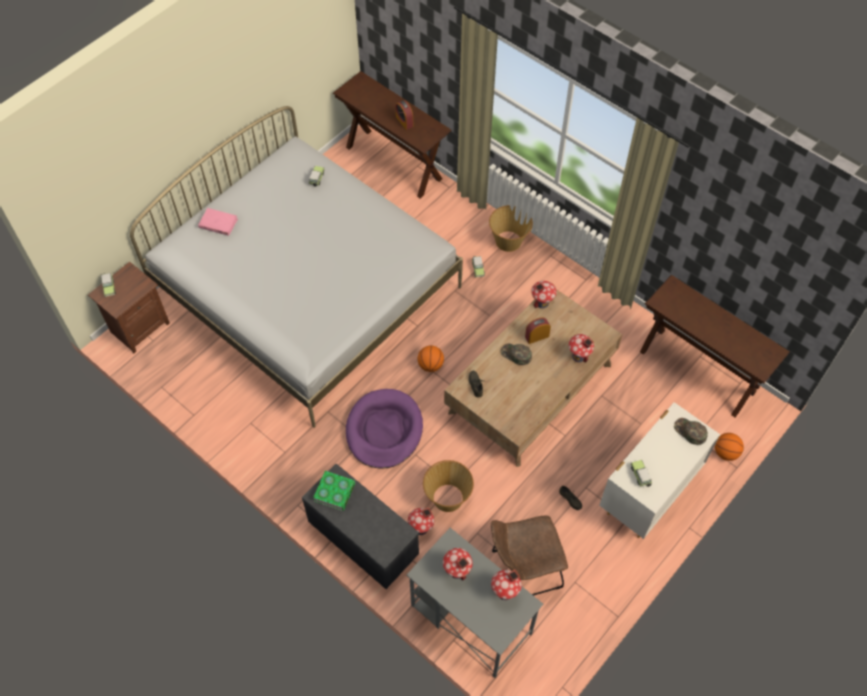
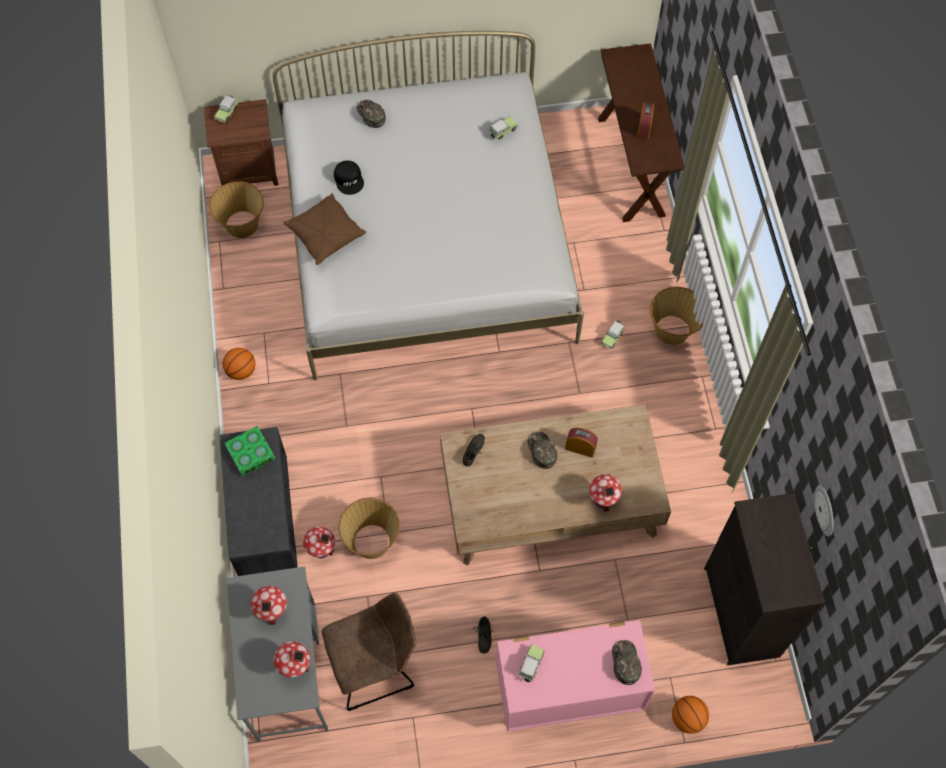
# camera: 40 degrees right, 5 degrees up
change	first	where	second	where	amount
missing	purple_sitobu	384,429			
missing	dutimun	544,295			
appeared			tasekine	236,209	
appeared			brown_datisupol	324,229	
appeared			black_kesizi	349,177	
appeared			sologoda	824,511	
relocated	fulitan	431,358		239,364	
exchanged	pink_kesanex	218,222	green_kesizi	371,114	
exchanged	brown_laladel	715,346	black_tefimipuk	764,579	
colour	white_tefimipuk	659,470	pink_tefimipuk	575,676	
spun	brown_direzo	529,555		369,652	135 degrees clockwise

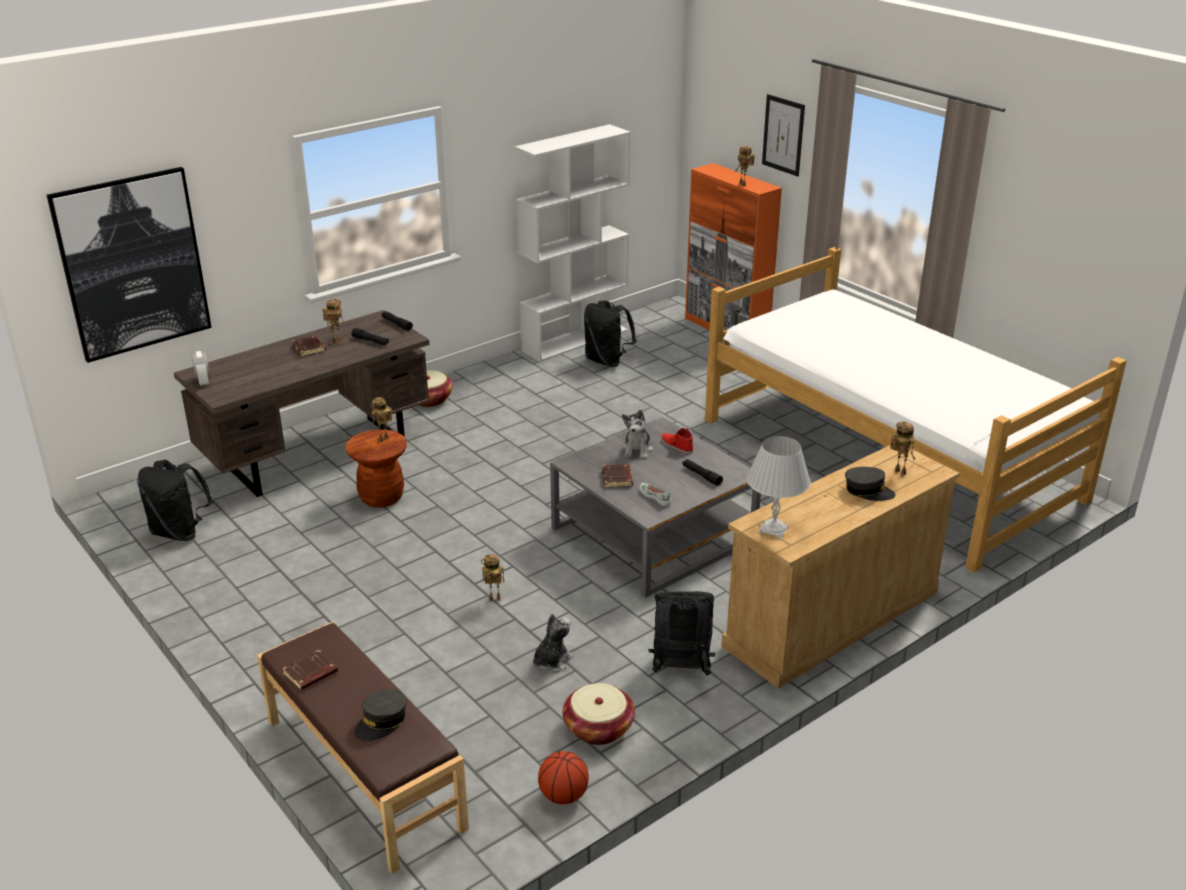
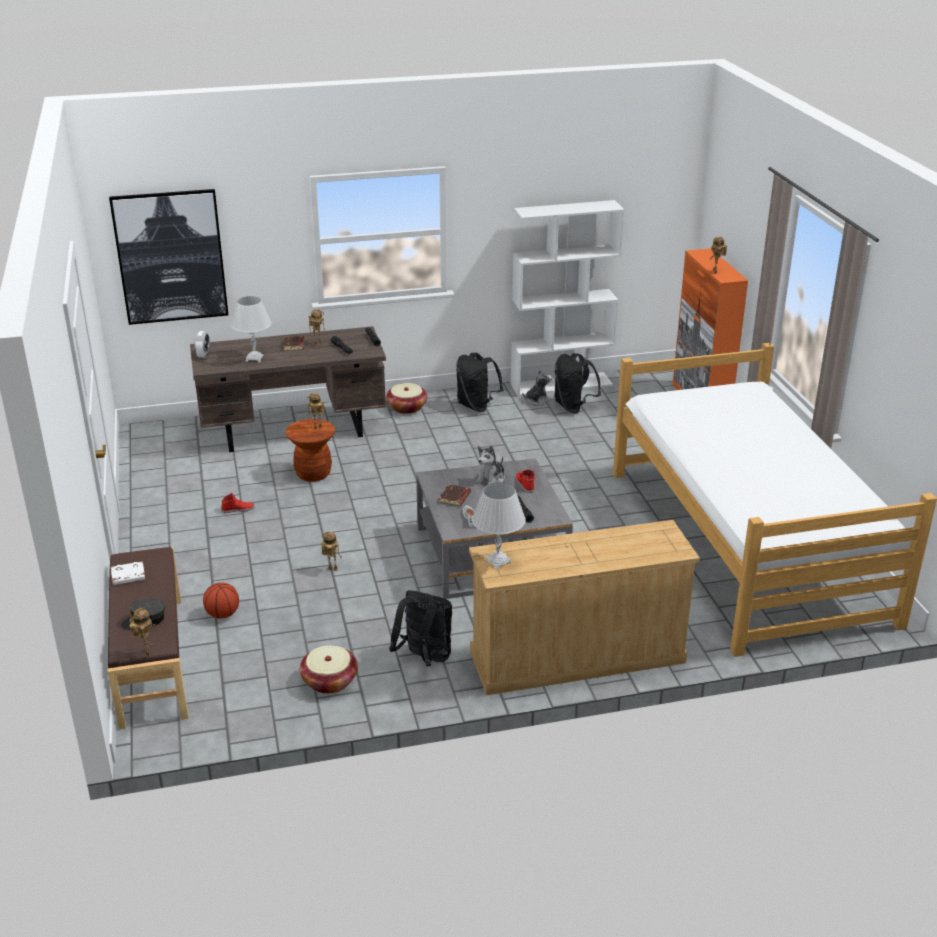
# camera: 25 degrees right, 0 degrees up
change	first	where	second	where	amount
missing	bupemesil	783,135			
missing	grey_kesizi	870,484			
appeared			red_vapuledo	238,503	
appeared			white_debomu	251,329	
relocated	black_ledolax	175,500		480,382	
relocated	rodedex	553,643		537,387	
relocated	fulitan	563,777		221,600	
relocated	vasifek	902,449		141,632	
colour	brown_kesanex	310,670	white_kesanex	128,573	

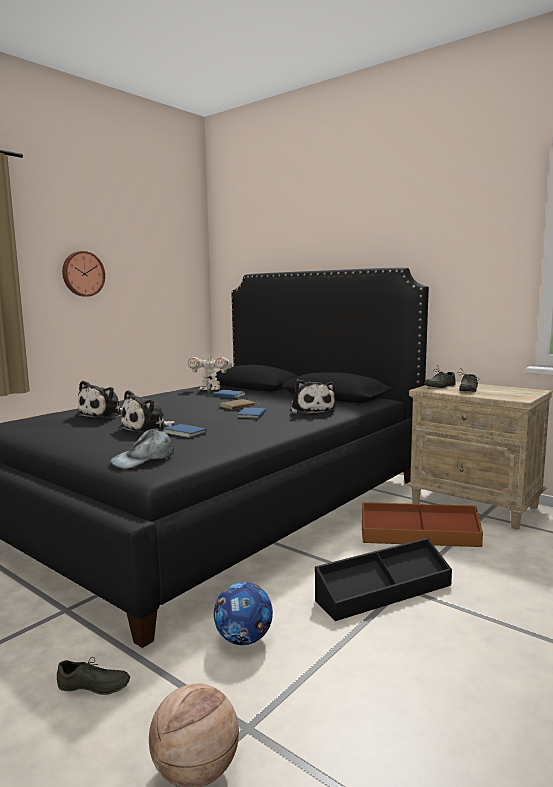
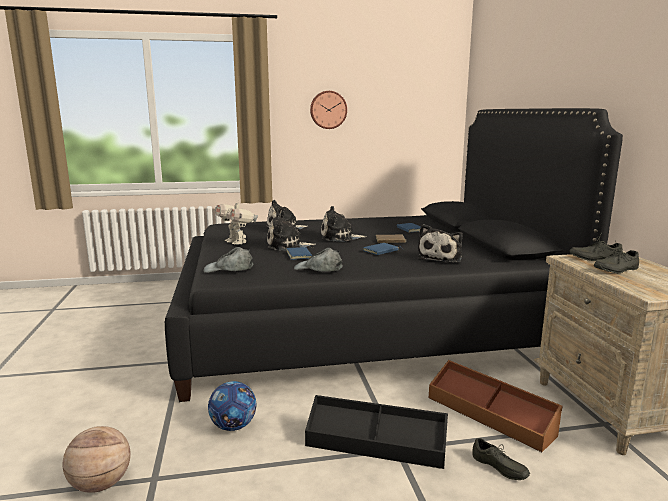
# camera: 40 degrees right, 5 degrees up
change	first	where	second	where	amount
appeared			grey_kesizi	318,260	
appeared			rodedex	344,223	
relocated	grey_vapuledo	93,676		501,459	
relocated	vasifek	210,371		236,222	

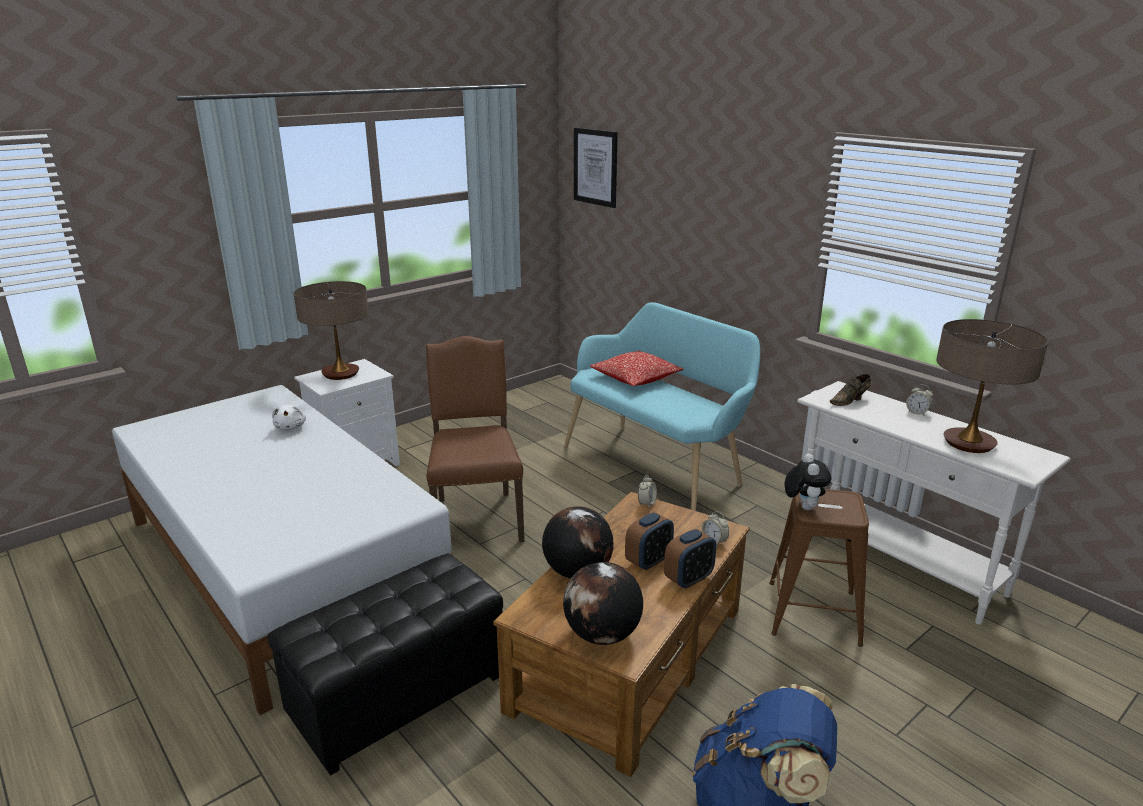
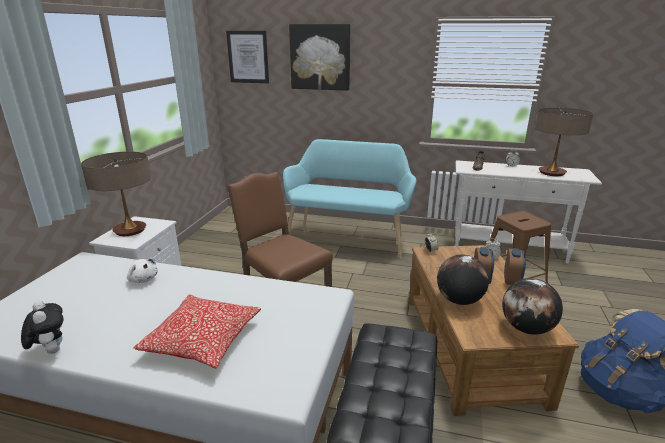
# camera: 35 degrees left, 0 degrees up
change	first	where	second	where	amount
appeared			bupemesil	320,57	
relocated	datisupol	637,368		197,331	
relocated	rodedex	808,481		42,327	

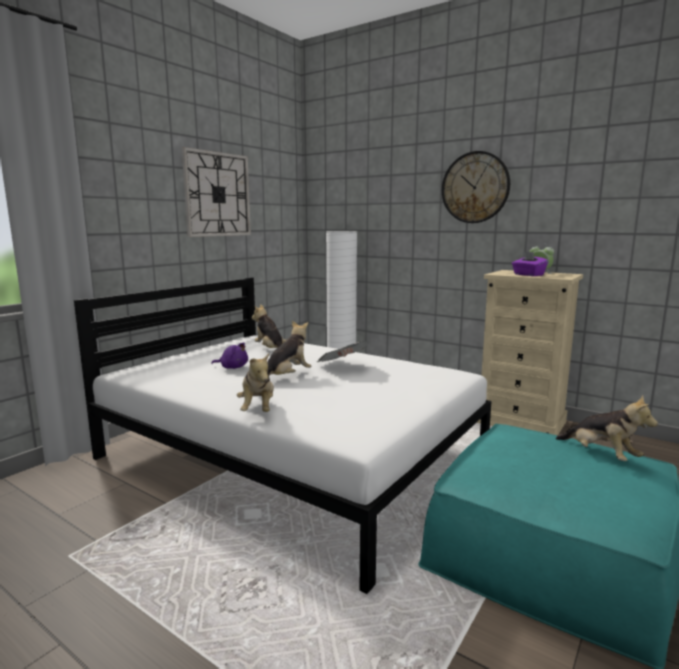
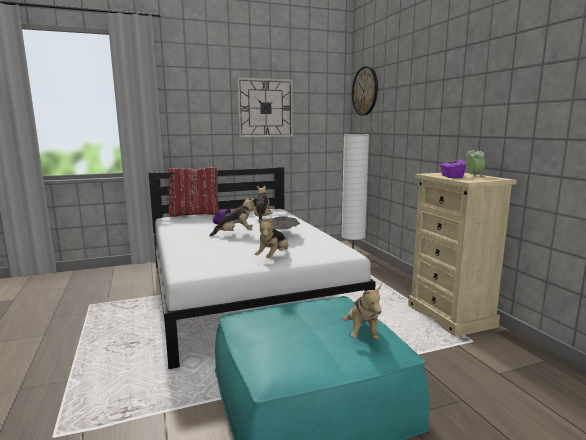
# camera: 35 degrees right, 0 degrees up
change	first	where	second	where	amount
appeared			red_datisupol	193,192	
relocated	rodedex	255,382		271,238	
relocated	sologoda	476,187		365,91	

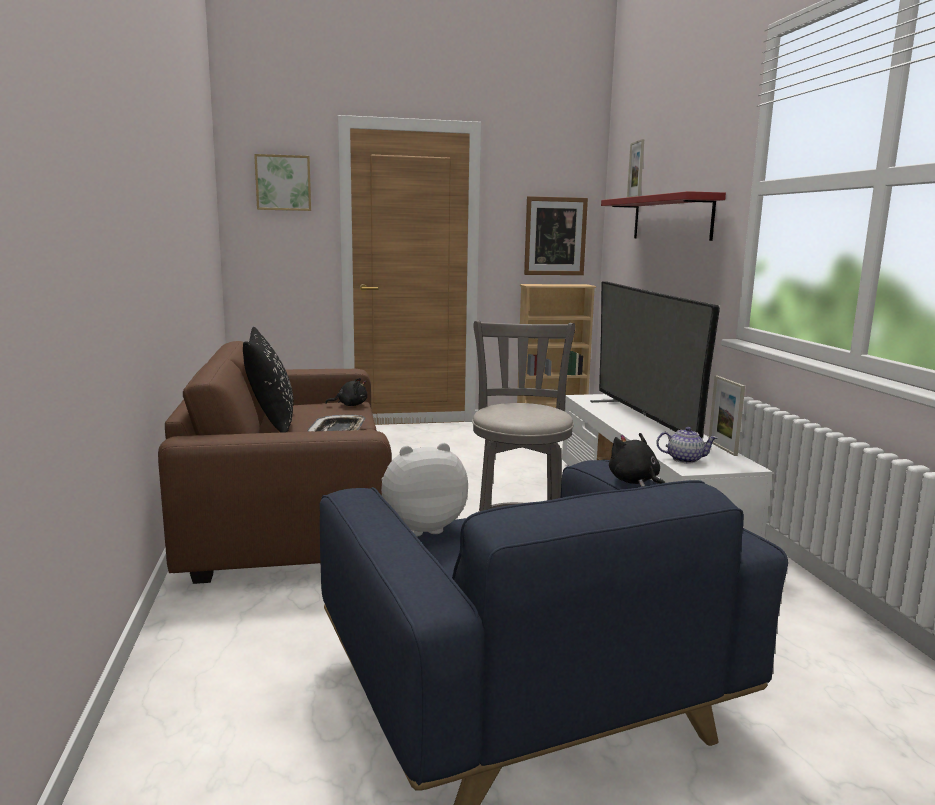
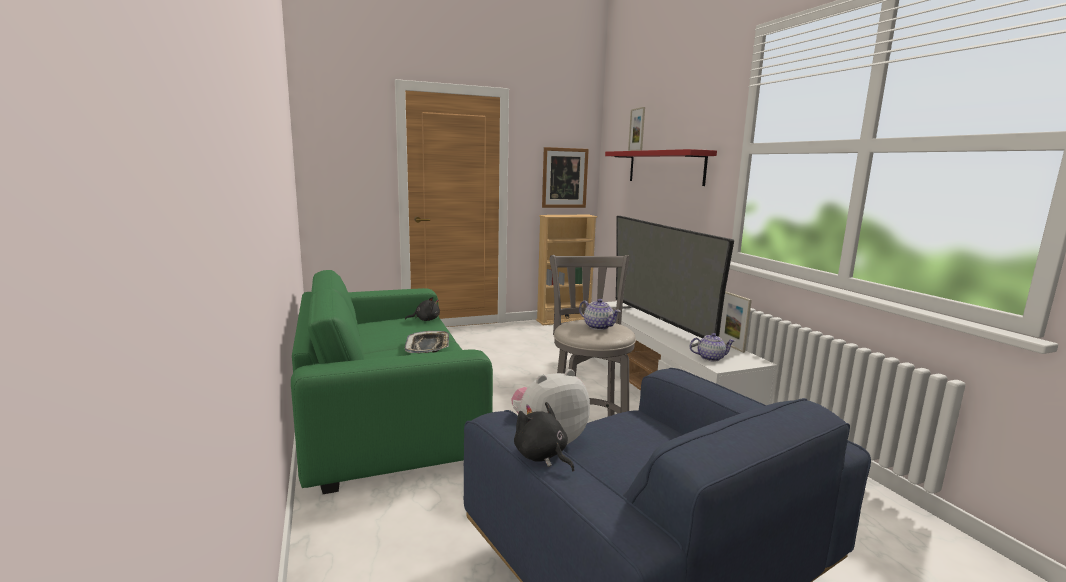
# camera: 10 degrees left, 0 degrees up
change	first	where	second	where	amount
missing	black_datisupol	268,380			
missing	bupemesil	282,182			
appeared			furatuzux	600,314	
relocated	black_rodedex	637,460		544,436	
colour	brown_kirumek	275,462	green_kirumek	392,382	

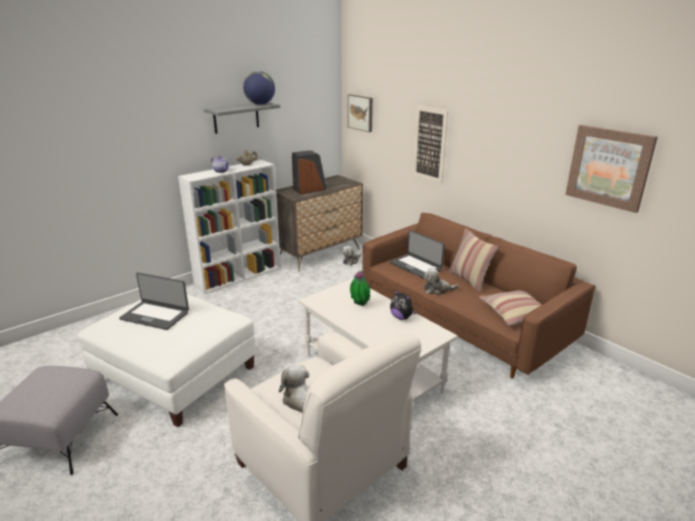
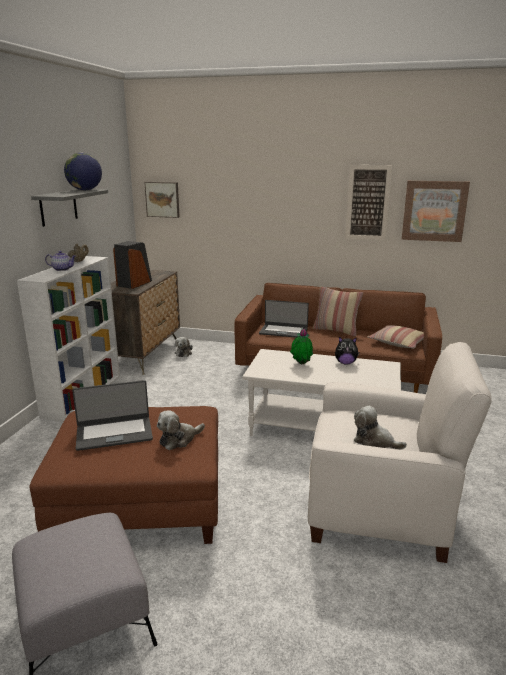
# camera: 35 degrees left, 5 degrees down
change	first	where	second	where	amount
relocated	bupemesil	430,144		368,202	
relocated	rodedex	441,281		181,430	
colour	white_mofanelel	167,360	brown_mofanelel	123,475	

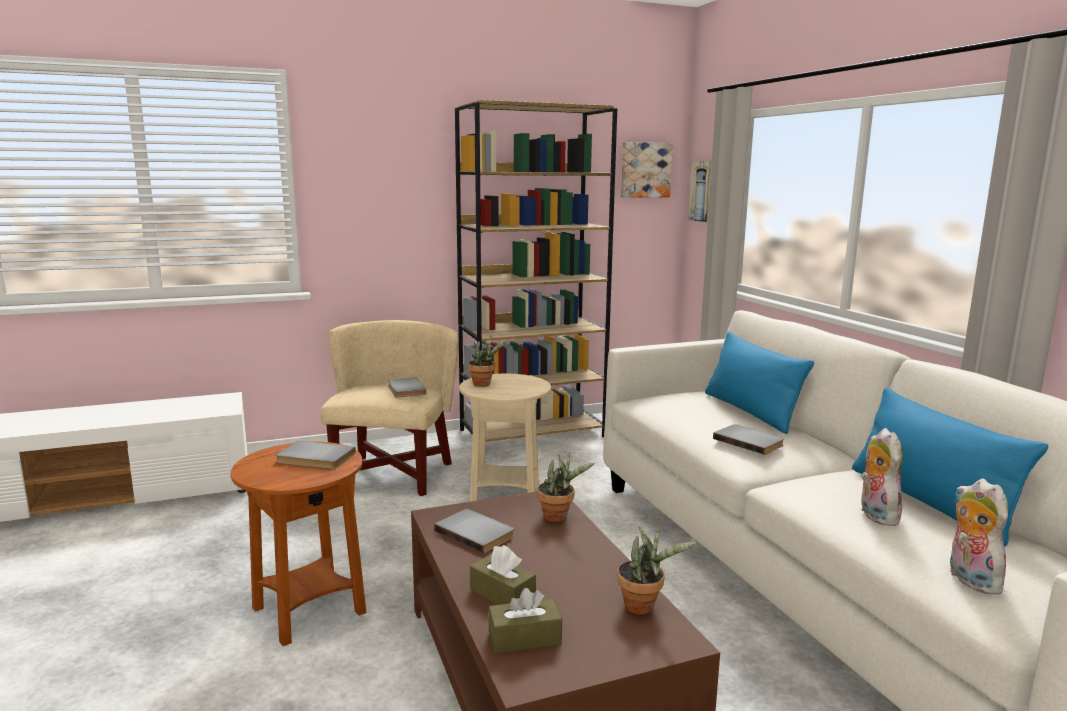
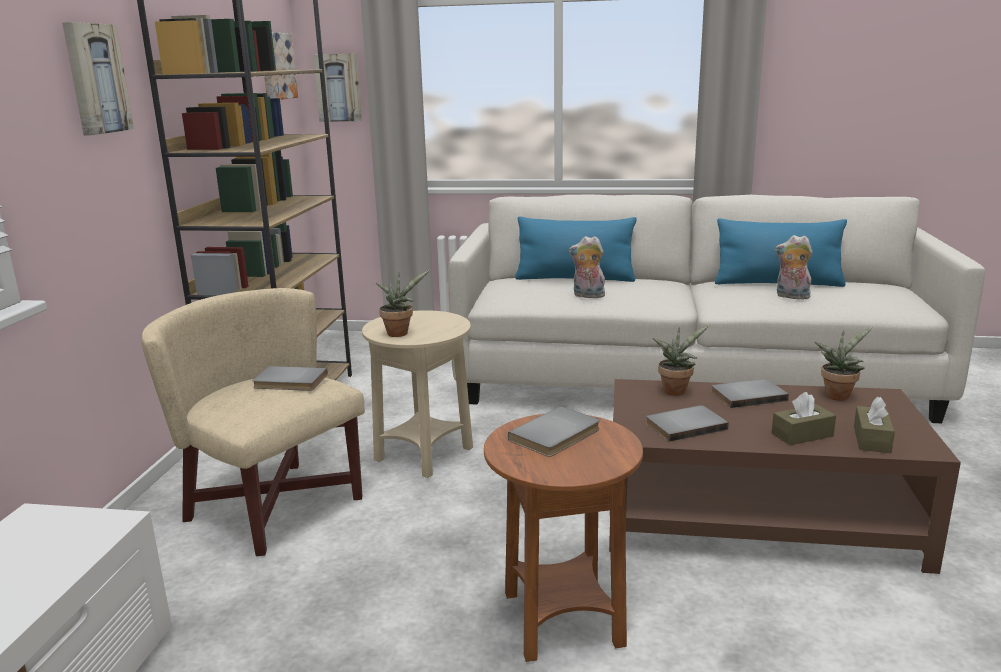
# camera: 60 degrees left, 5 degrees up
change	first	where	second	where	amount
appeared			bupemesil	98,78	
relocated	grey_kesanex	748,439		750,393	
relocated	rodedex	979,537		587,267	

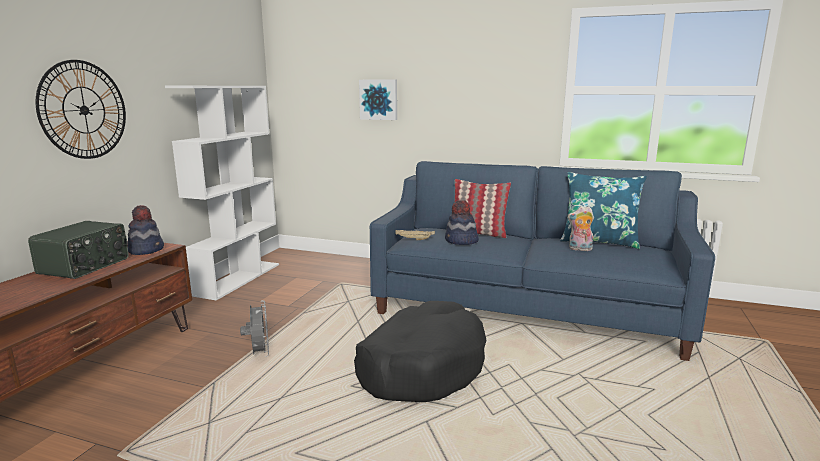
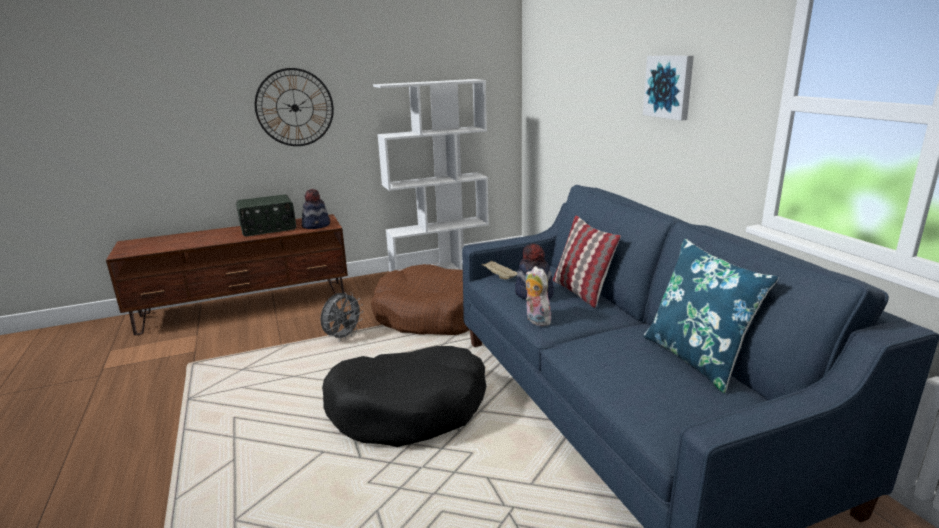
# camera: 50 degrees right, 5 degrees up
change	first	where	second	where	amount
appeared			brown_sitobu	420,299	
relocated	bupemesil	378,99		668,88	
relocated	rodedex	581,228		538,296	

